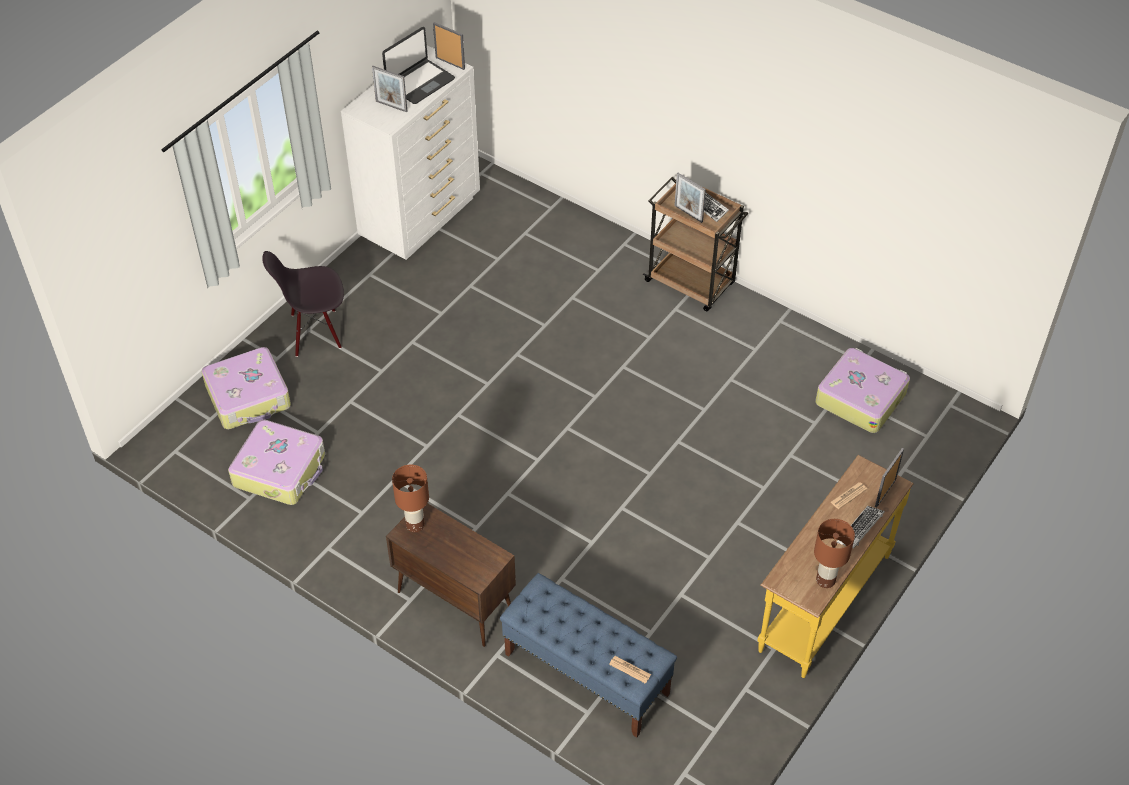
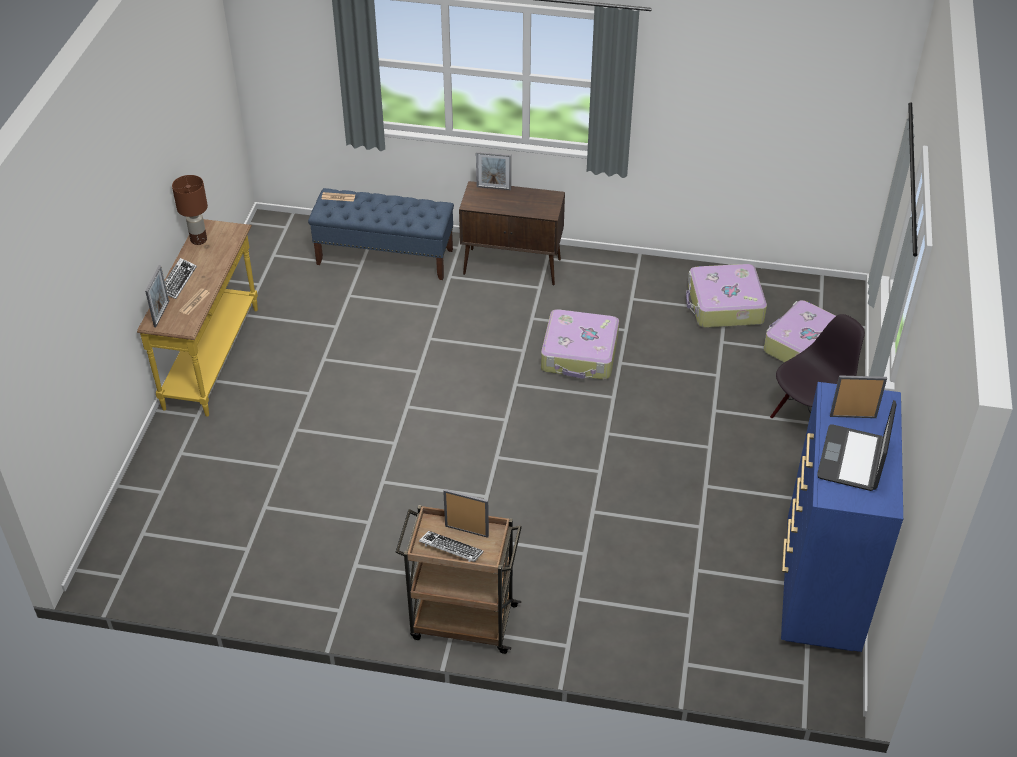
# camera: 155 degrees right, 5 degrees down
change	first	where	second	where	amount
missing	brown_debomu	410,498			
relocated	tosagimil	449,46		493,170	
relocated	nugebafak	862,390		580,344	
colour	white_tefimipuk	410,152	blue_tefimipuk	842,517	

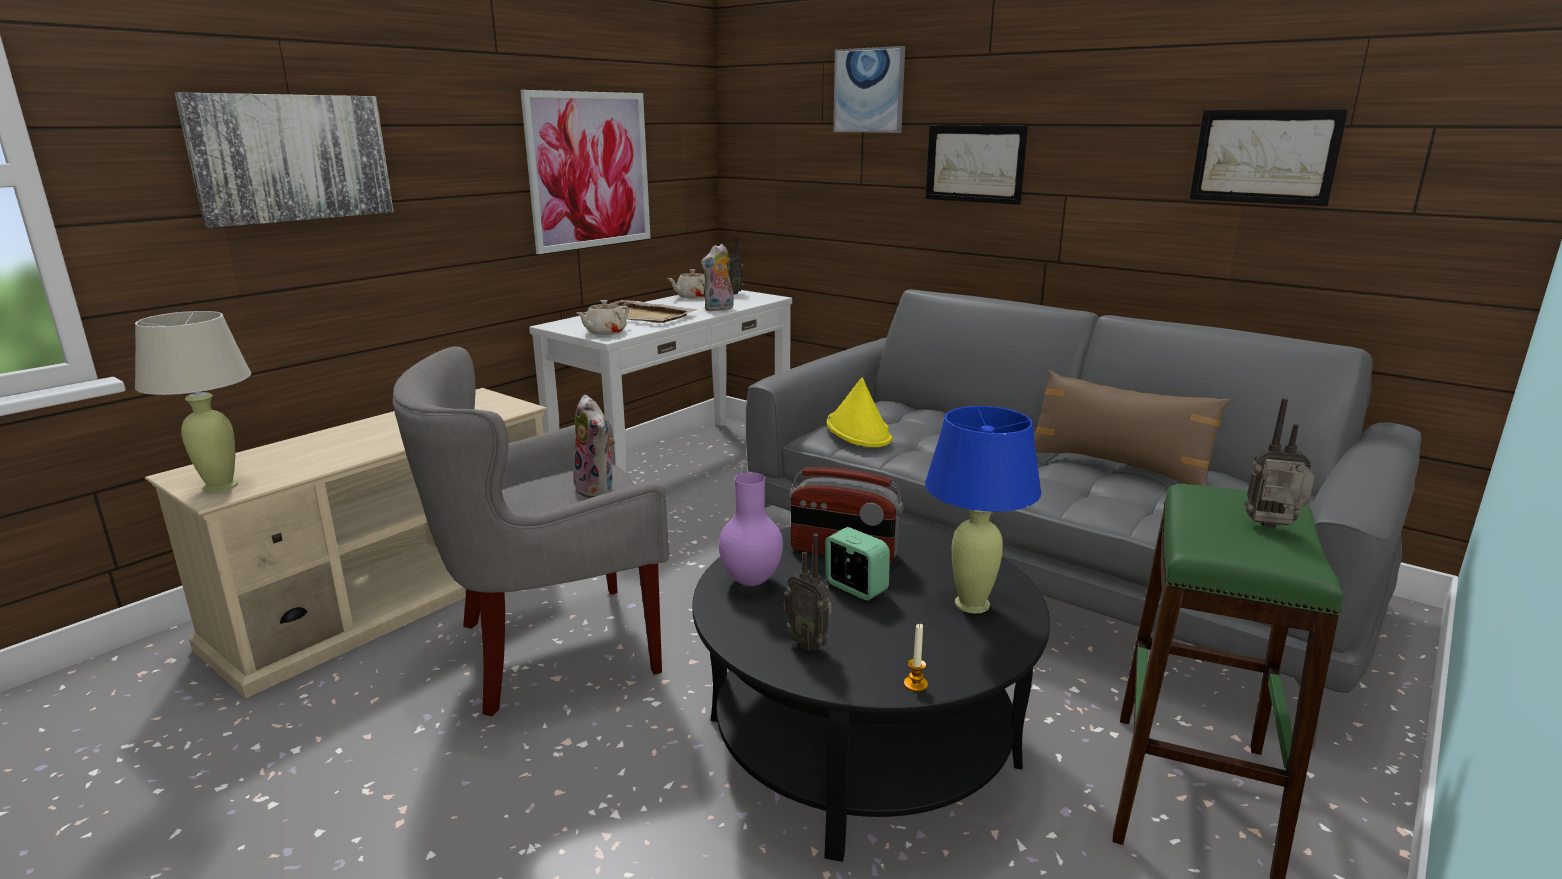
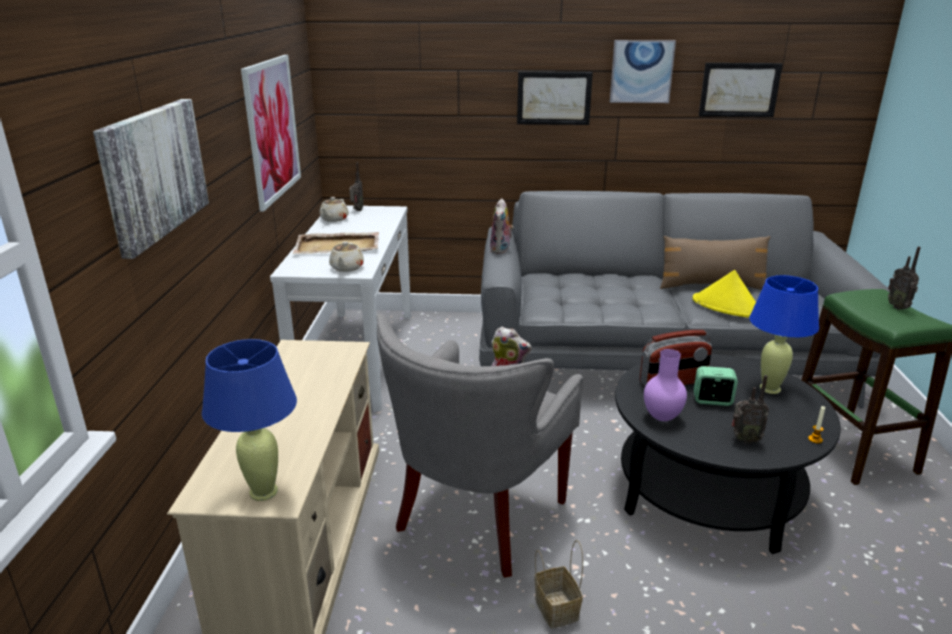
# camera: 35 degrees left, 5 degrees up
change	first	where	second	where	amount
appeared			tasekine	558,584	
relocated	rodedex	717,277		502,226	
relocated	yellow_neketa	860,412		724,294	
relocated	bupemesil	869,89		643,71	
colour	beige_debomu	193,402	blue_debomu	249,420	
spun	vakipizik	1279,463		904,278	90 degrees counterclockwise

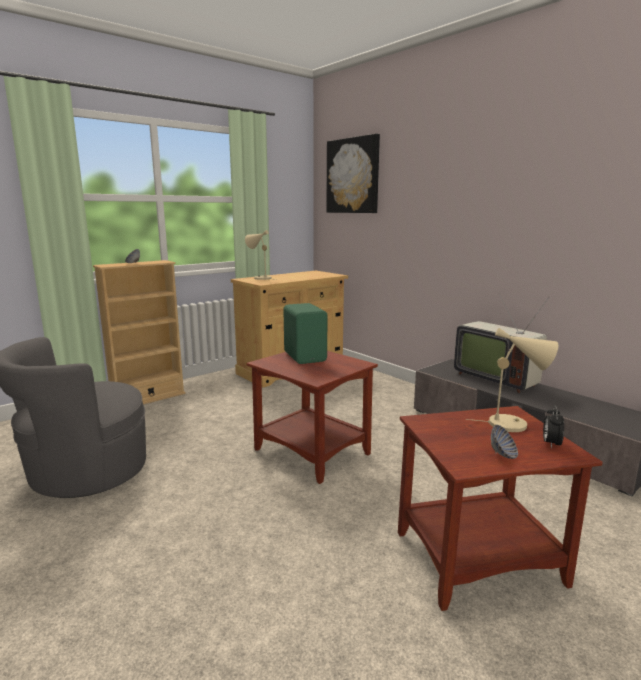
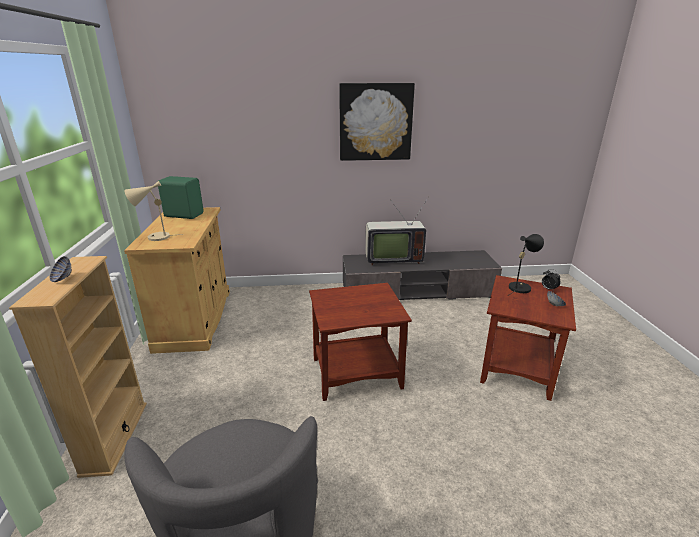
# camera: 55 degrees left, 10 degrees up
change	first	where	second	where	amount
relocated	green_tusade	305,333		181,197	
relocated	bupemesil	353,173		377,122	
colour	beige_debomu	512,380	black_debomu	526,264	

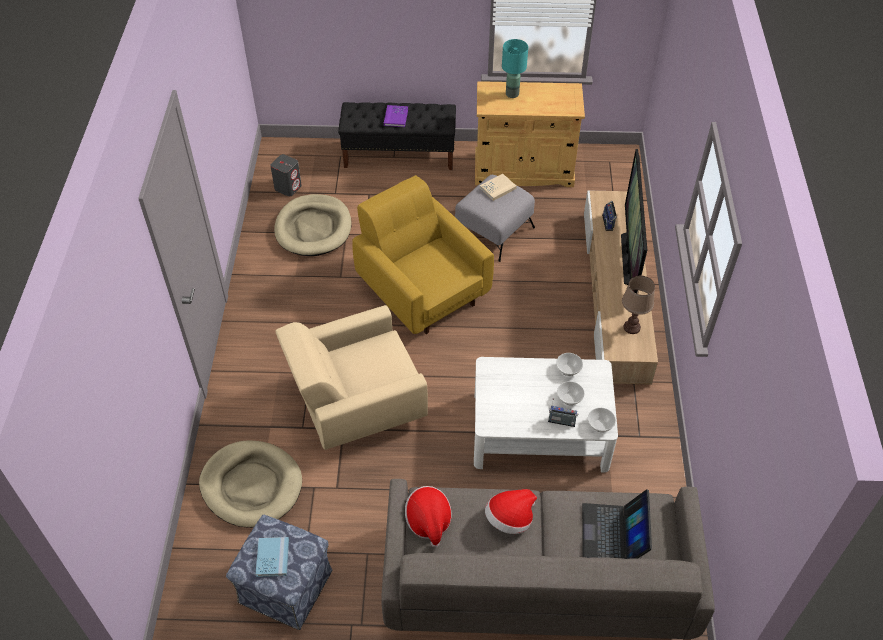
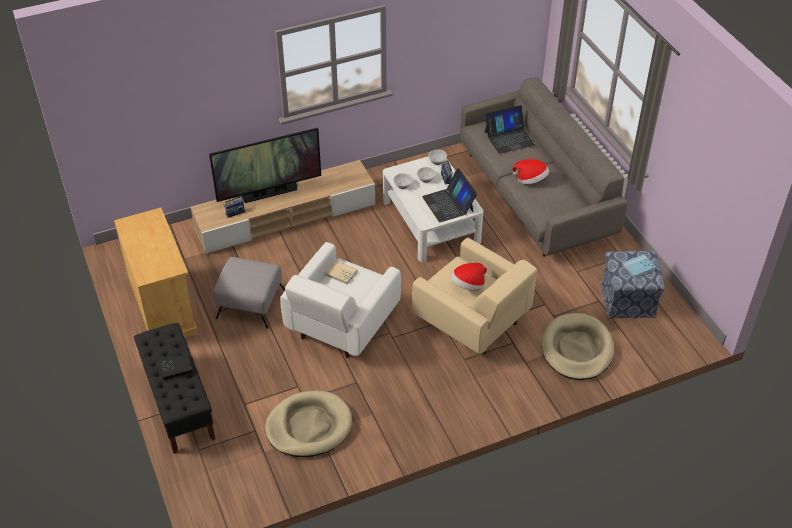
# camera: 115 degrees left, 5 degrees down
change	first	where	second	where	amount
missing	grey_tusade	286,175			
missing	turquoise_debomu	515,68			
missing	brown_debomu	638,305			
appeared			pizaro	449,195	
relocated	neketa	428,516		469,277	
relocated	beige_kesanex	498,187		341,272	
colour	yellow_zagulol	423,254	white_zagulol	340,300	
colour	purple_kesanex	396,116	black_kesanex	176,366	

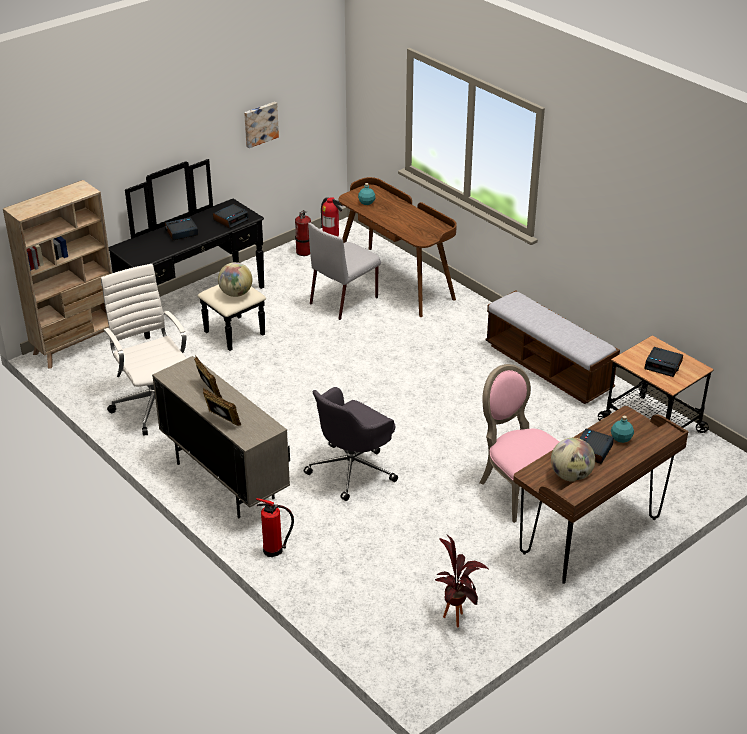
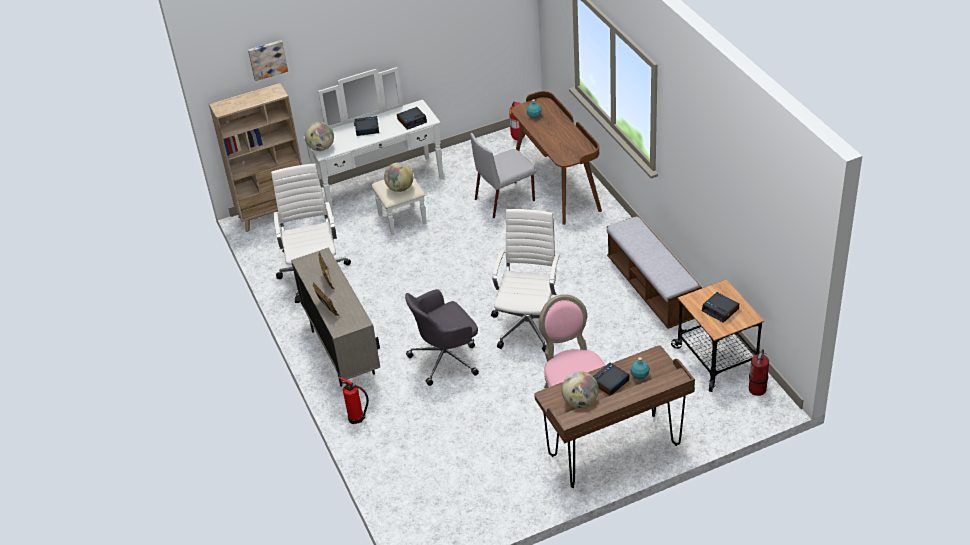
# camera: 20 degrees right, 5 degrees up
change	first	where	second	where	amount
missing	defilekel	461,581			
appeared			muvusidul	319,136	
appeared			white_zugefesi	525,280	
relocated	bupemesil	261,125		268,60	
relocated	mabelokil	303,233		759,372	
colour	black_tefimipuk	187,255	white_tefimipuk	373,151	

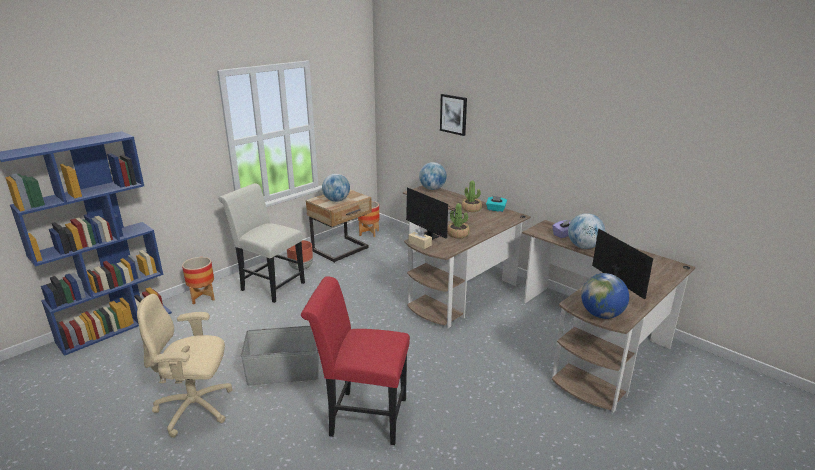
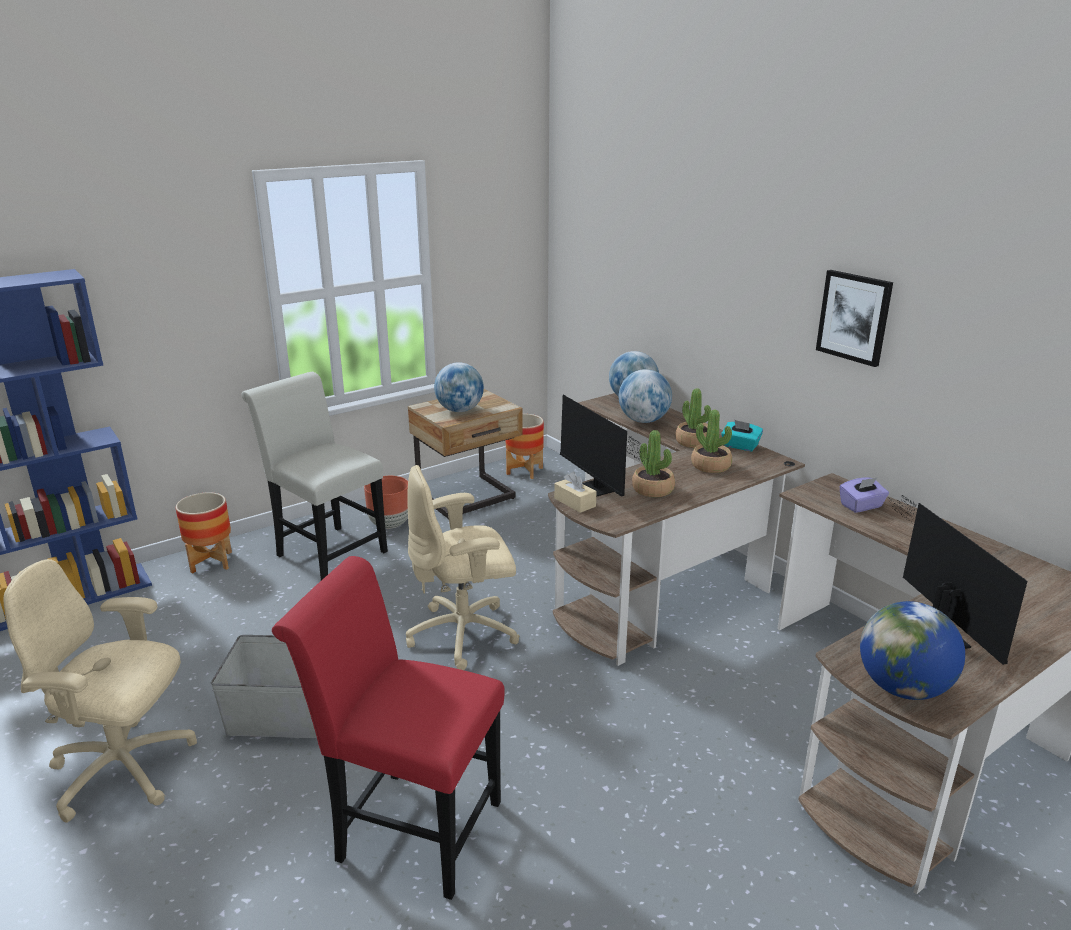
# camera: 10 degrees right, 0 degrees up
change	first	where	second	where	amount
appeared			beige_zugefesi	463,567	
appeared			defilekel	711,441	
relocated	bupemesil	453,115		854,318	
relocated	muvusidul	586,231		645,396	

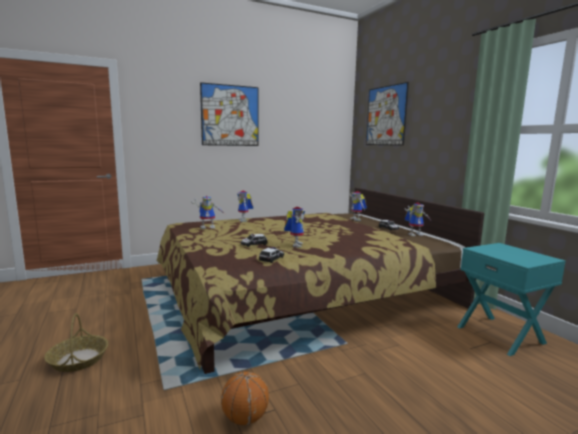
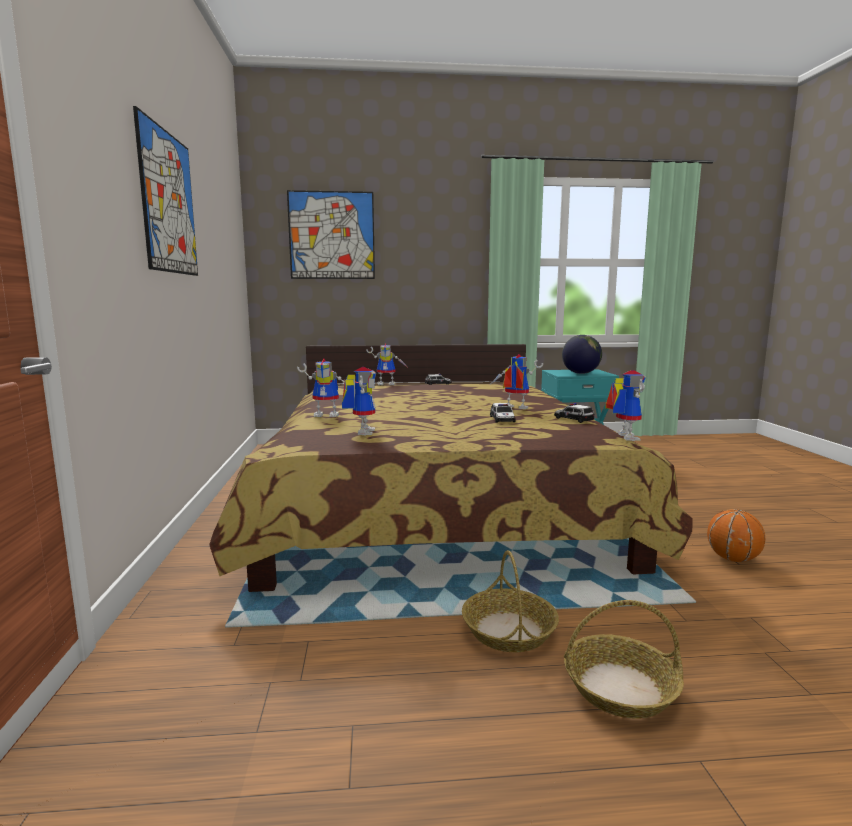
# camera: 70 degrees left, 0 degrees up
change	first	where	second	where	amount
appeared			tasekine	510,601	
appeared			muvusidul	582,354	
relocated	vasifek	417,219		625,405	

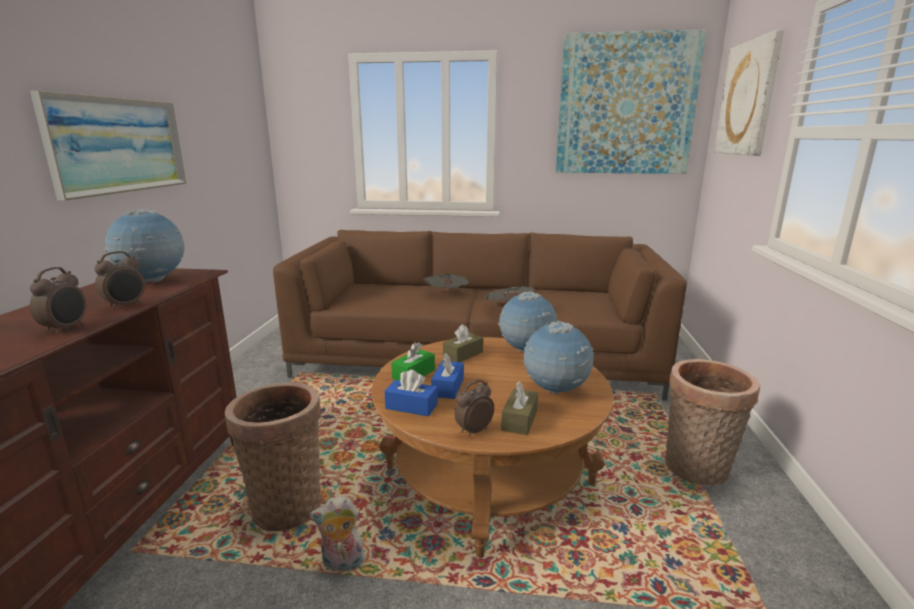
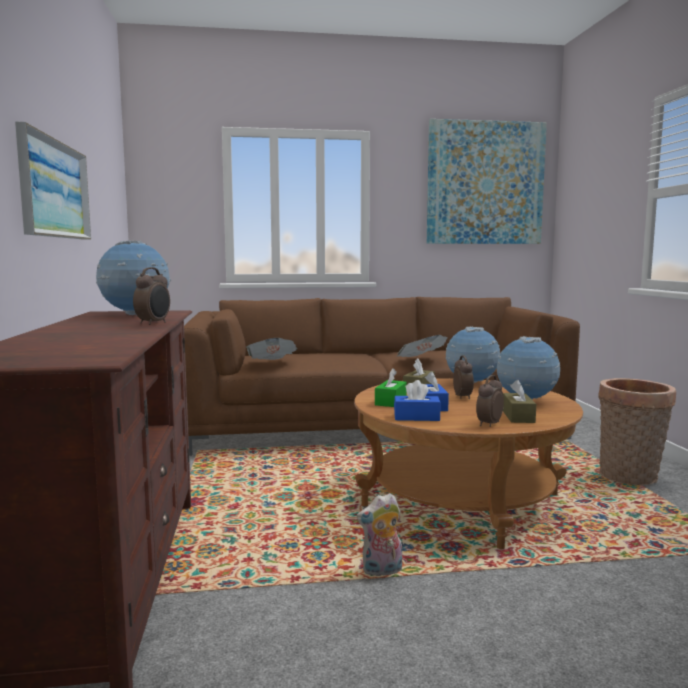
# camera: 15 degrees left, 10 degrees down
change	first	where	second	where	amount
missing	tasekine	273,456			
missing	bupemesil	749,92			
relocated	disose	58,300		463,377	
relocated	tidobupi	446,281		271,349	

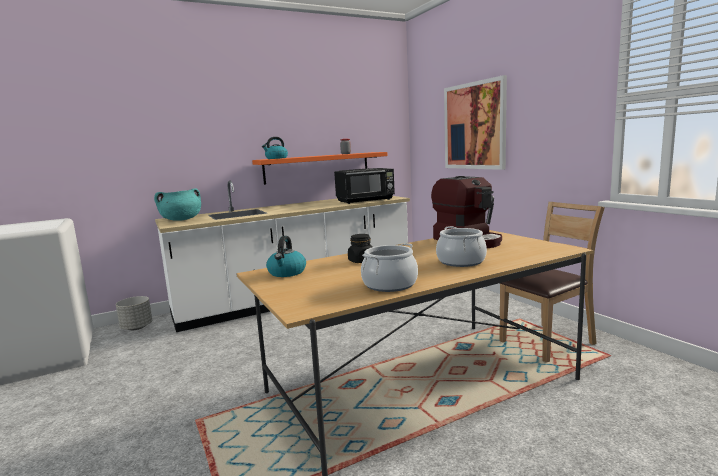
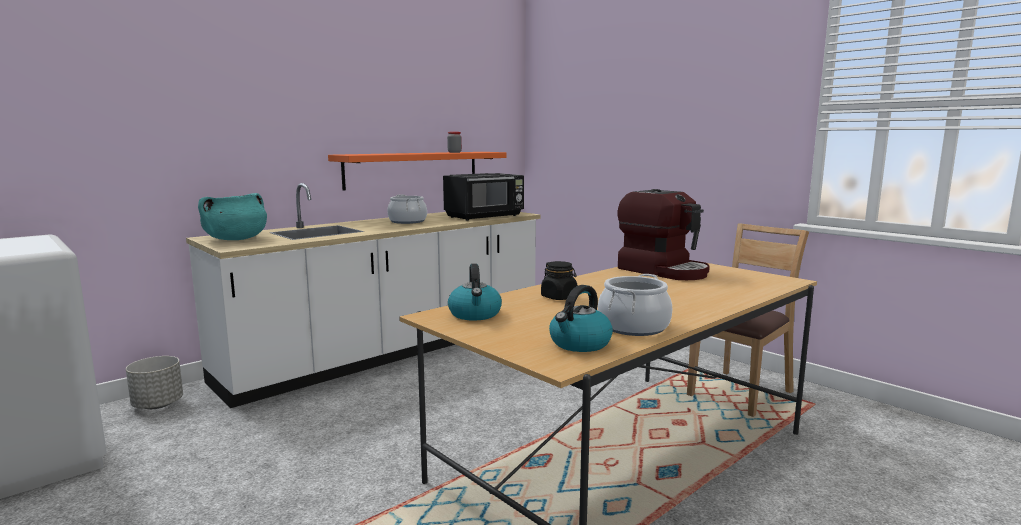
# camera: 15 degrees left, 0 degrees up
change	first	where	second	where	amount
missing	bupemesil	475,122			
relocated	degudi	275,148		581,318	
relocated	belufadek	461,246		407,209	

